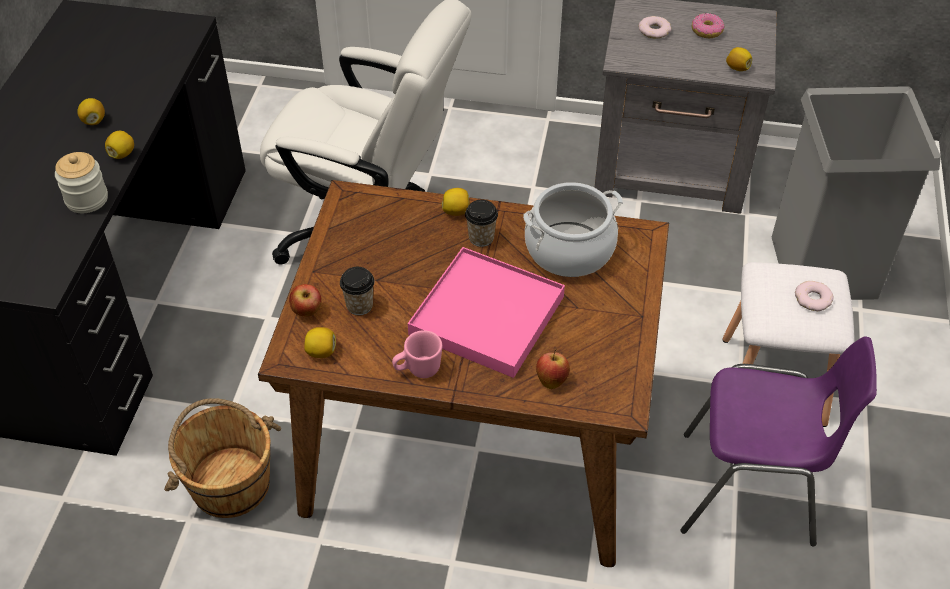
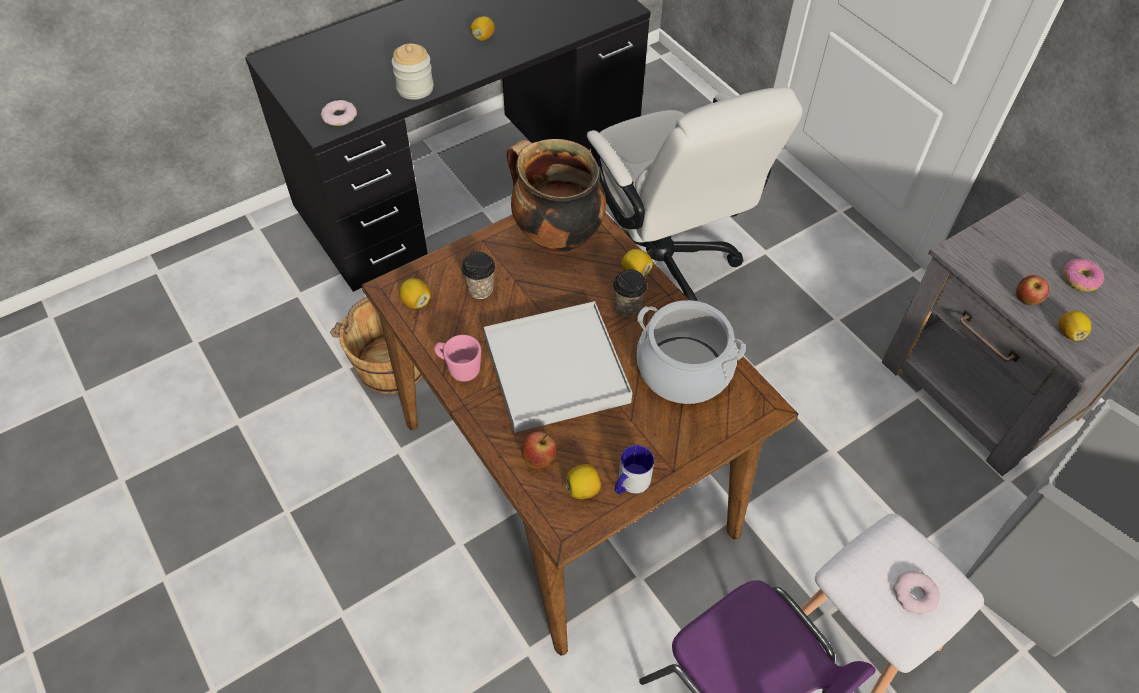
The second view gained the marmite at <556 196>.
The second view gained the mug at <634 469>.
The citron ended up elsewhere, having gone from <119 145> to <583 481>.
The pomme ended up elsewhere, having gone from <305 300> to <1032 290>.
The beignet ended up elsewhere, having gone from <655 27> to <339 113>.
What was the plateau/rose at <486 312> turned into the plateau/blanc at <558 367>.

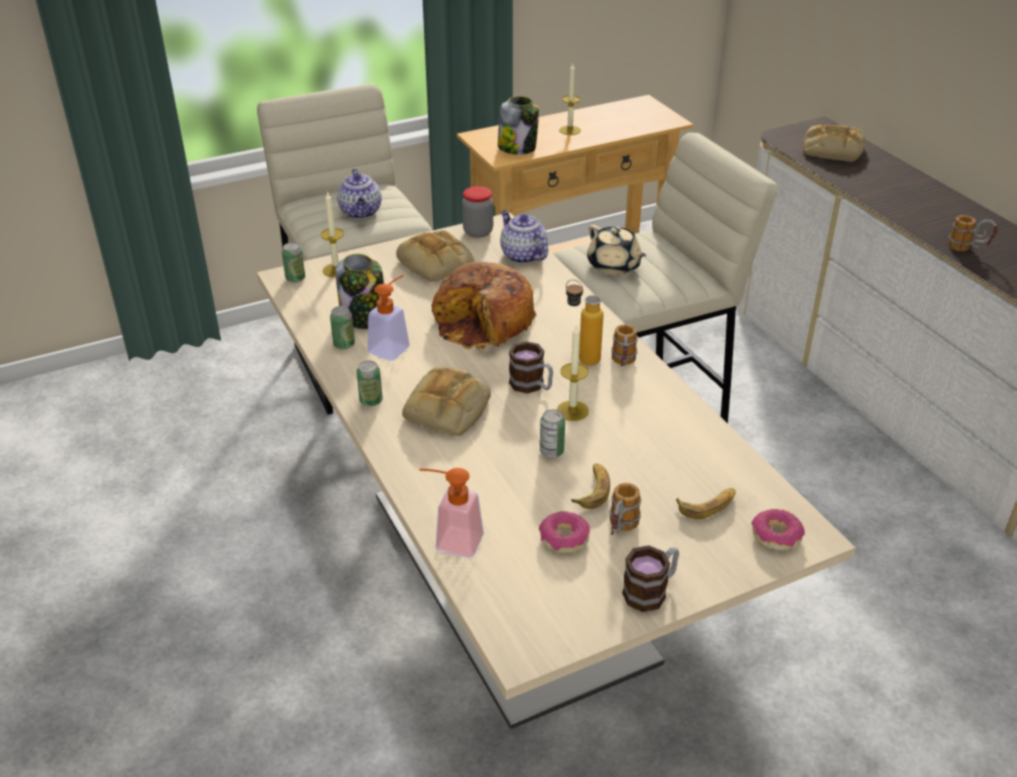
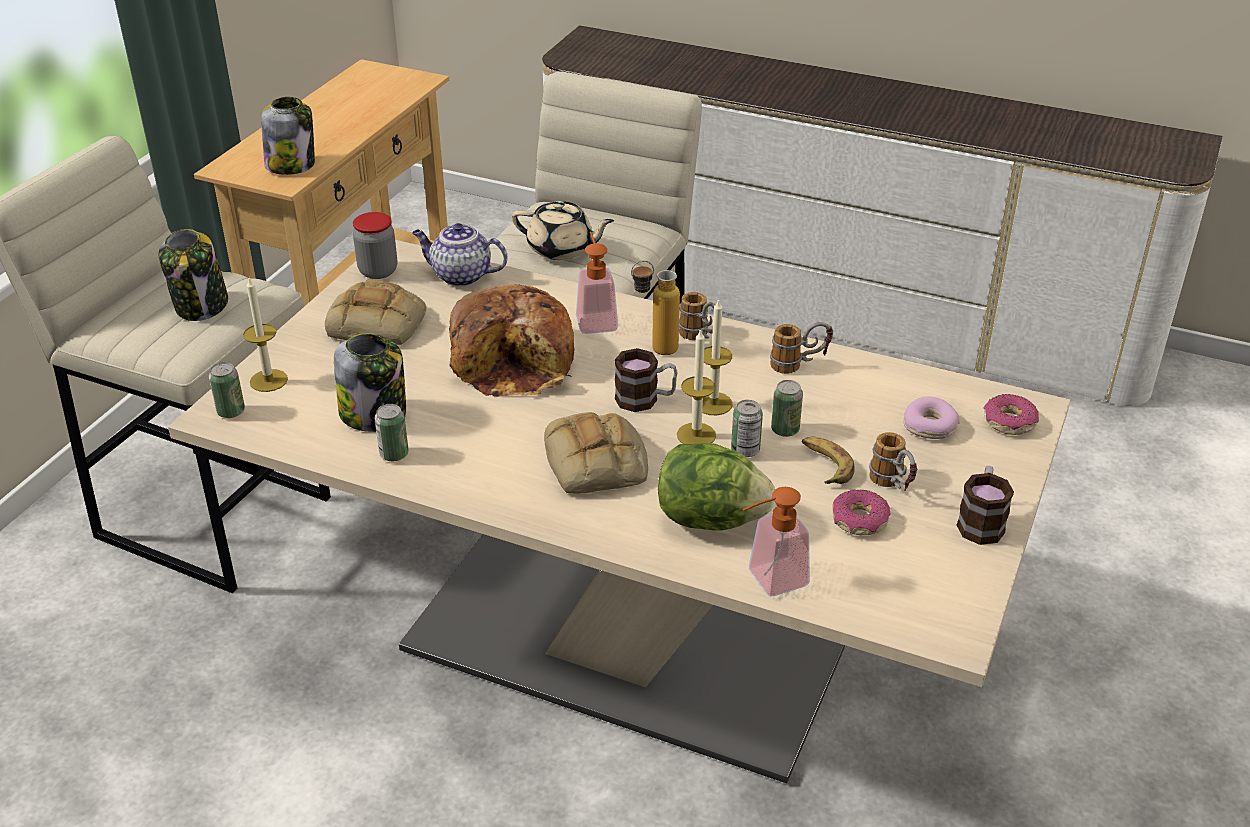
The second view lost the pain at <834 143>.
The second view gained the laitue at <716 486>.
The boîte métallique ended up elsewhere, having gone from <370 384> to <787 408>.
The distributeur de savon ended up elsewhere, having gone from <388 318> to <597 282>.
The bougie ended up elsewhere, having gone from <570 98> to <696 386>.
The mug ended up elsewhere, having gone from <973 233> to <801 348>.
Where the théière stood at <359 194>, the bocal came to stand at <193 275>.
Where the banane stood at <706 503>, the beignet came to stand at <931 417>.

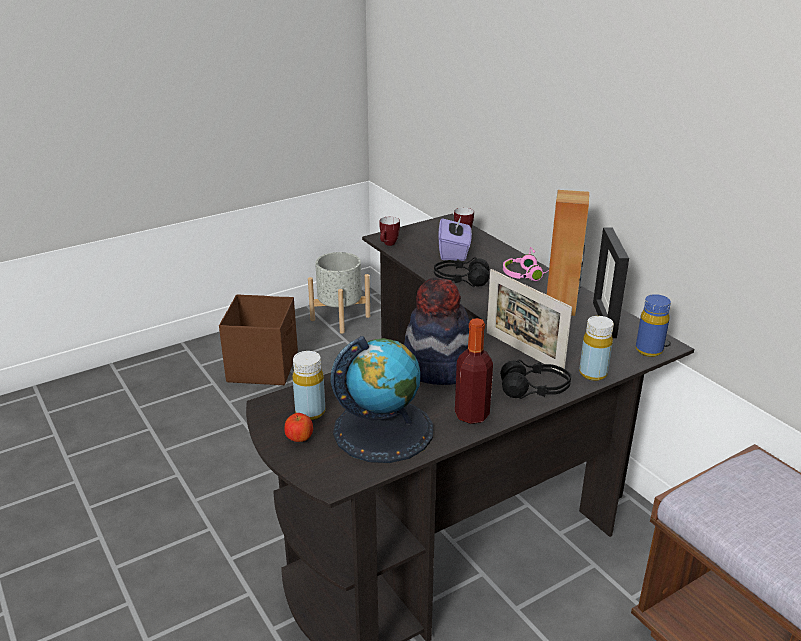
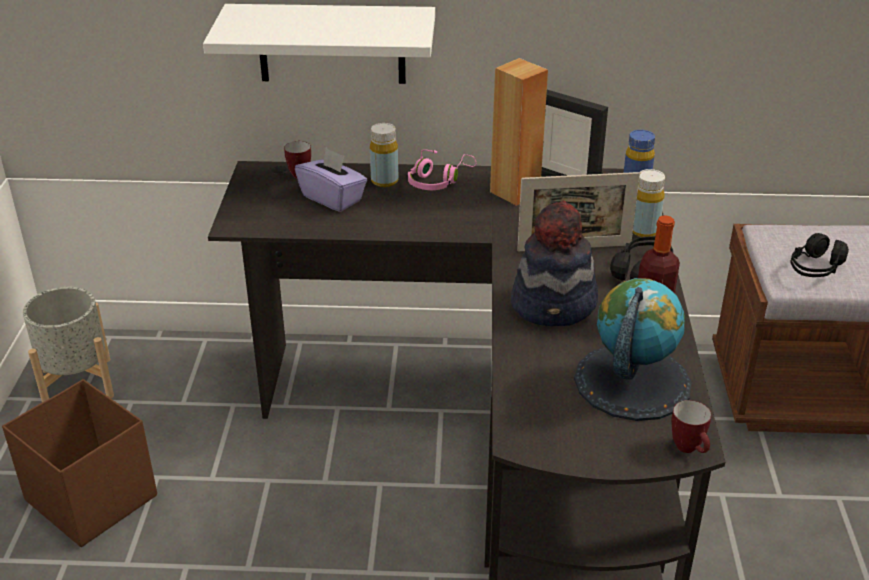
The second view lost the pomme at <298 427>.
The second view gained the étagère/blanc at <319 44>.
The bouteille/jaune ended up elsewhere, having gone from <309 385> to <384 155>.
The mug ended up elsewhere, having gone from <389 231> to <691 426>.
The casque audio/noir ended up elsewhere, having gone from <461 272> to <819 255>.

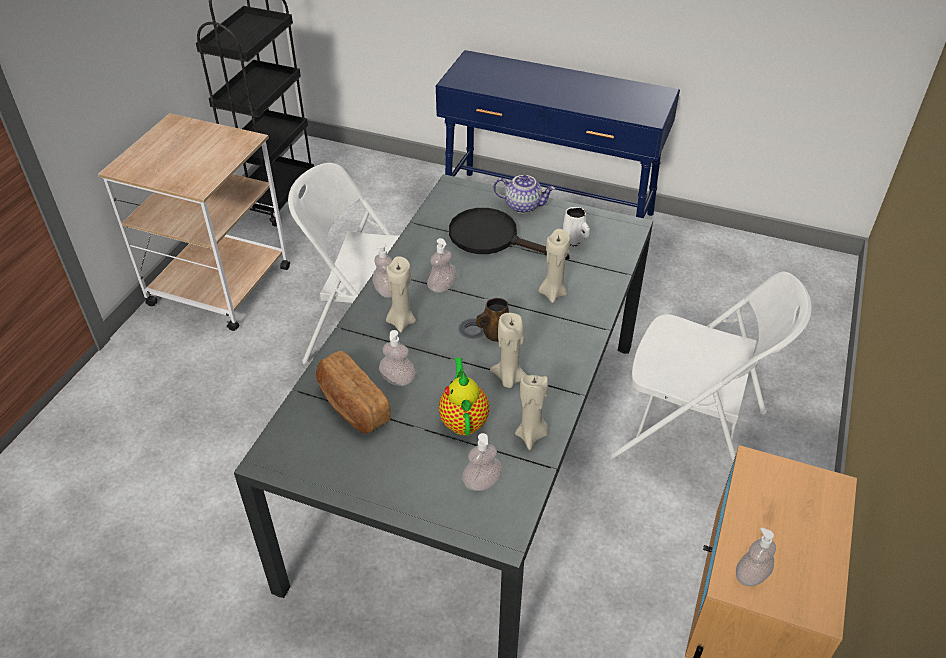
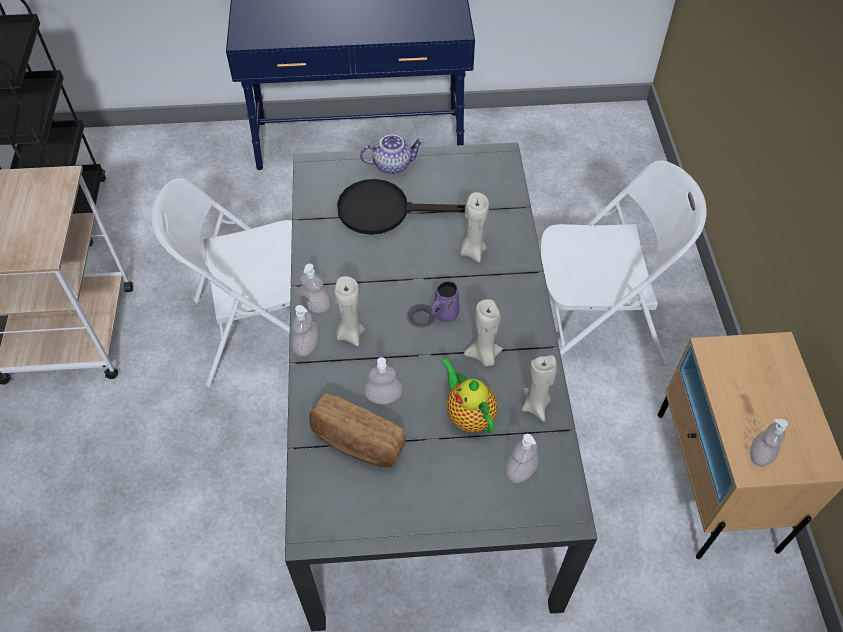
The second view lost the mug/blanc at <576 227>.
The distributeur de savon ended up elsewhere, having gone from <442 265> to <305 331>.
What was the mug/marron at <492 320> turned into the mug/violet at <445 301>.

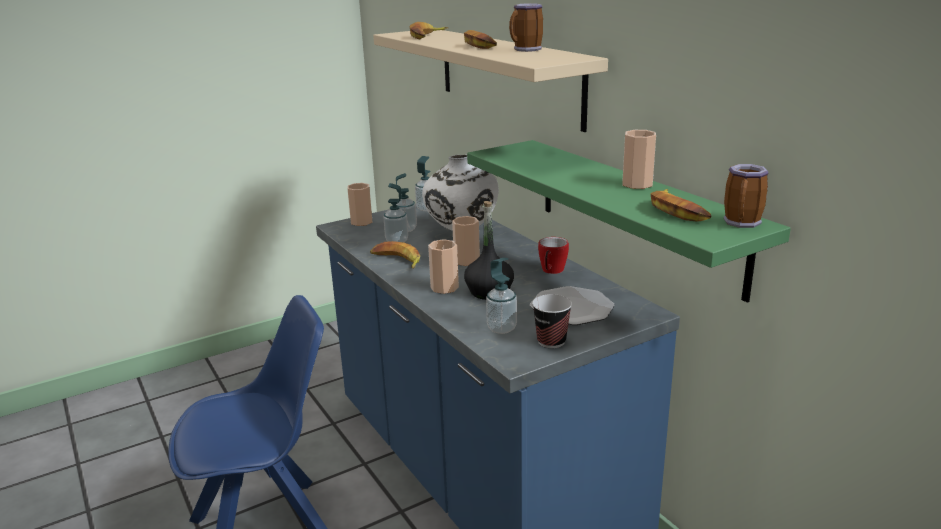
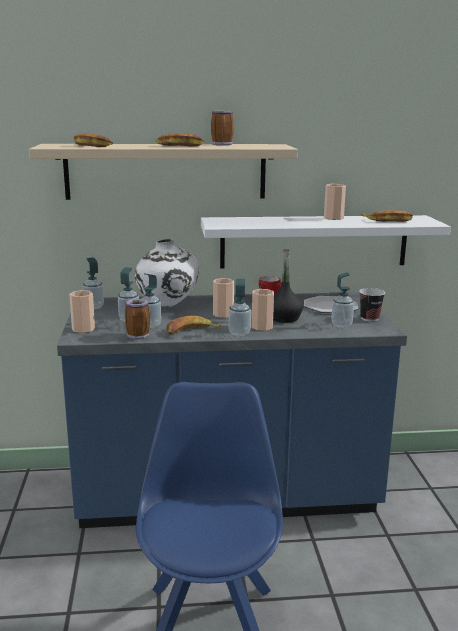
The second view gained the distributeur de savon at <240 307>.
The mug ended up elsewhere, having gone from <746 196> to <137 319>.
What was the étagère/vert at <629 221> turned into the étagère/blanc at <326 241>.

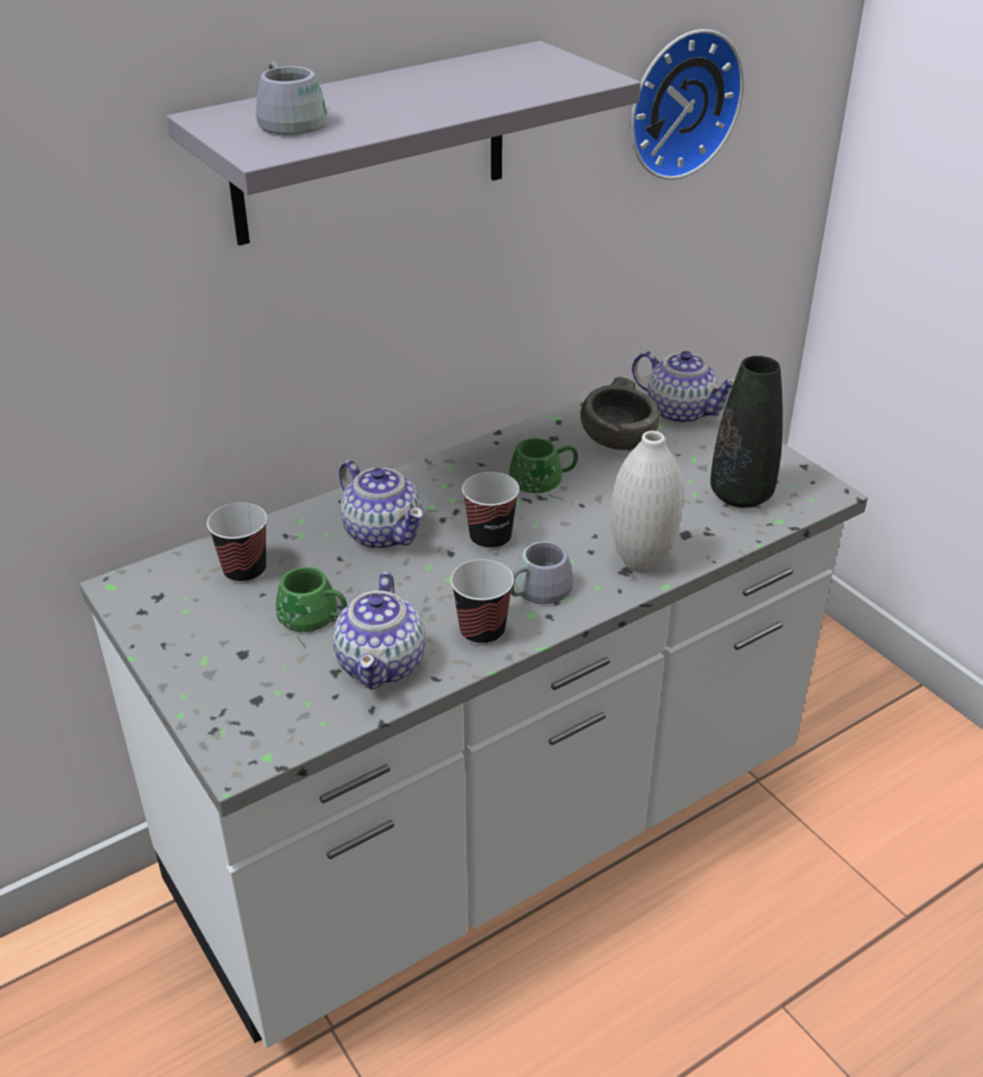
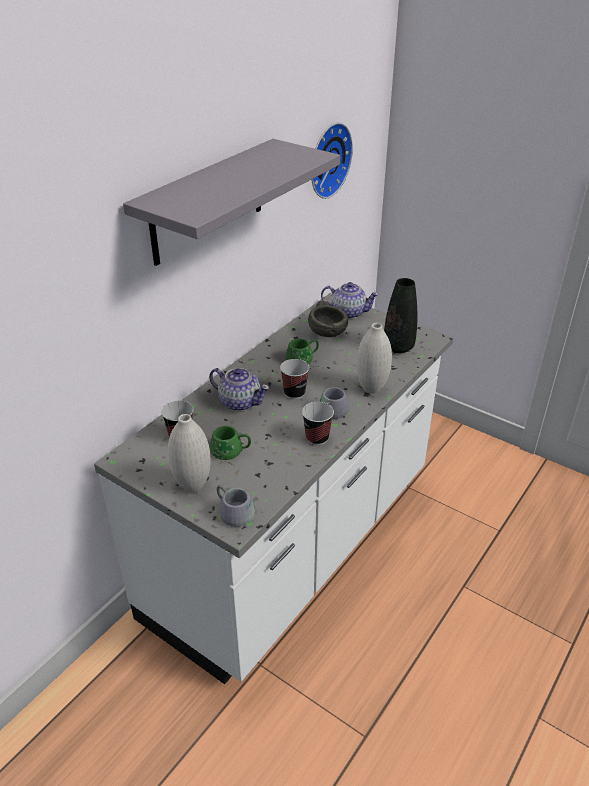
The second view lost the théière at <379 631>.
The second view gained the vase/blanc at <189 453>.
The mug/gris ended up elsewhere, having gone from <293 98> to <236 506>.

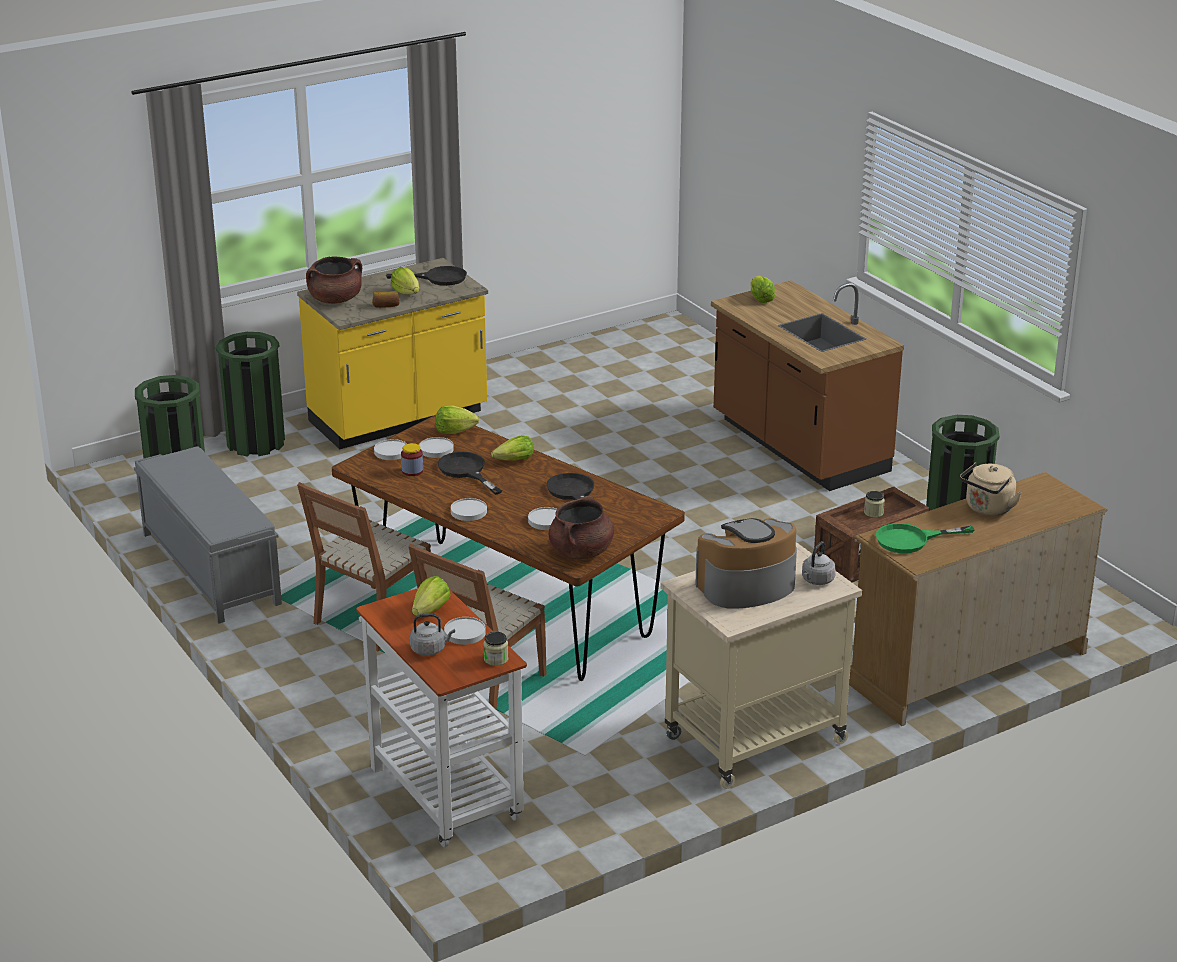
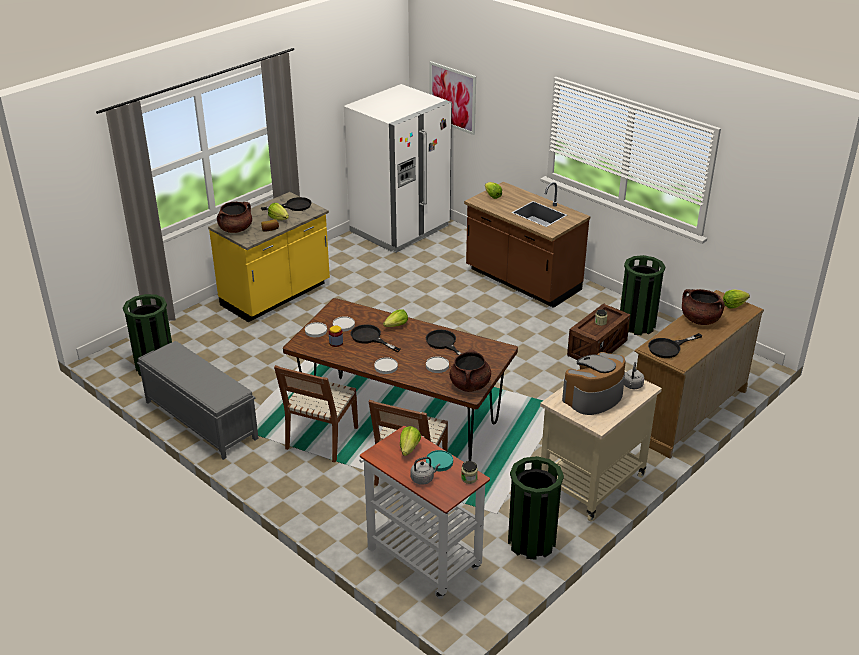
The second view gained the réfrigérateur/blanc at <398 168>.
The second view gained the tableau at <452 98>.
The poubelle/vert ended up elsewhere, having gone from <250 394> to <536 508>.
The laitue ended up elsewhere, having gone from <457 420> to <736 299>.
Where the bouilloire/beige stood at <991 489>, the marmite/marron came to stand at <703 307>.
What was the assiette/blanc at <465 631> turned into the assiette/turquoise at <439 460>.
What was the poêle/vert at <925 538> turned into the poêle/noir at <675 345>.

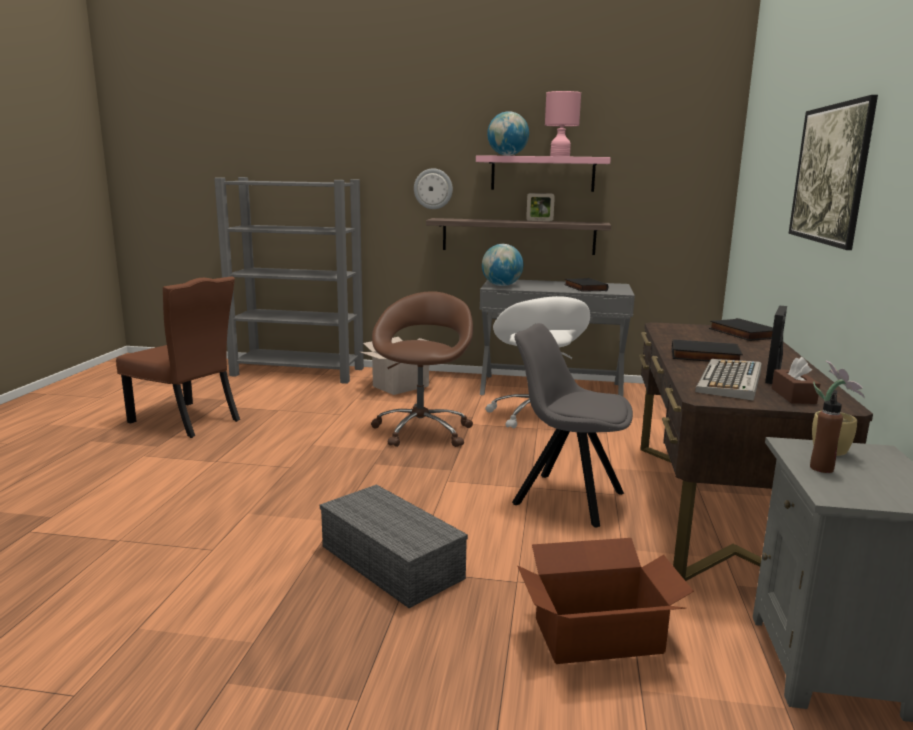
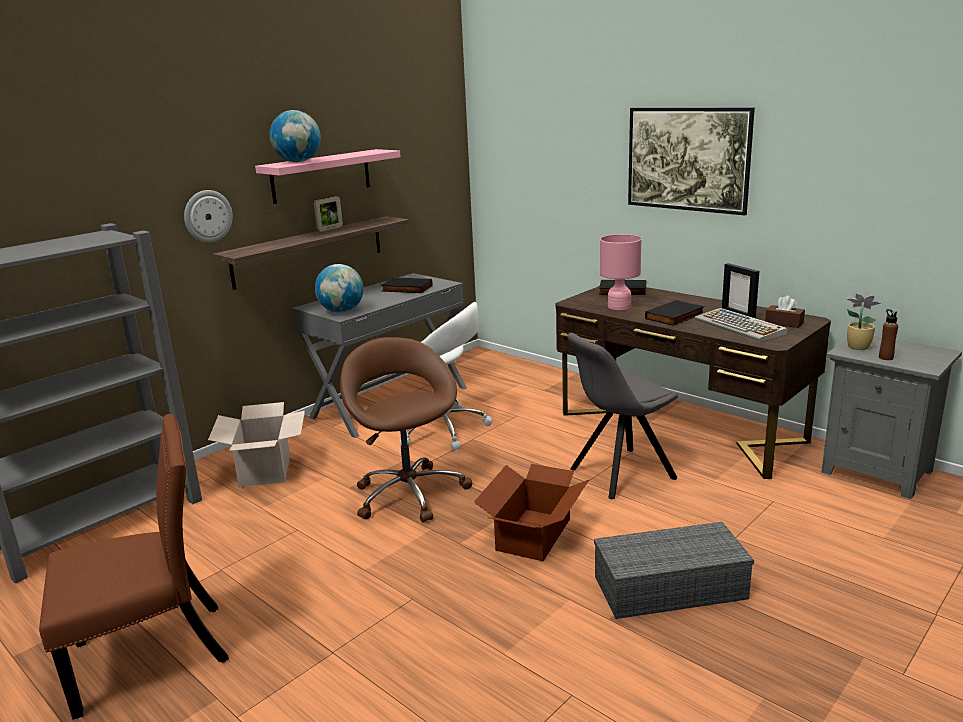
The carton ended up elsewhere, having gone from <605 601> to <531 512>.
The lampe de table/rose ended up elsewhere, having gone from <563 124> to <621 272>.

